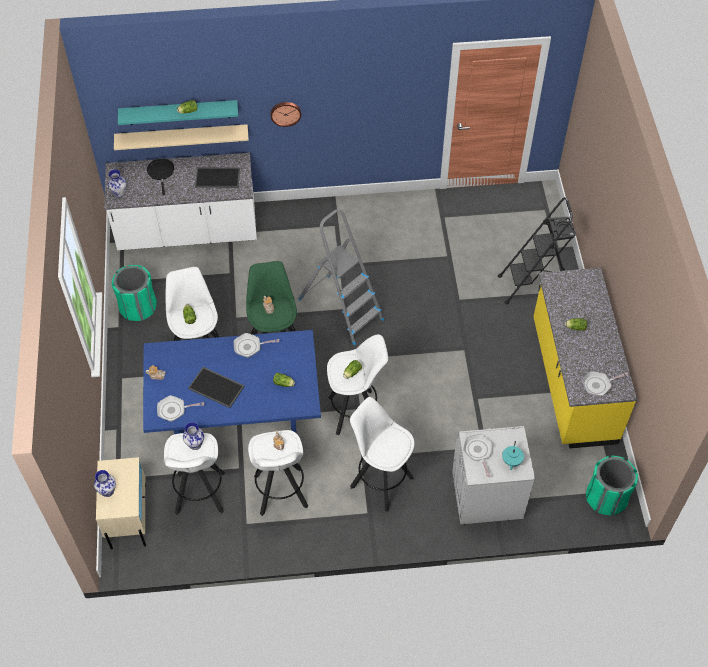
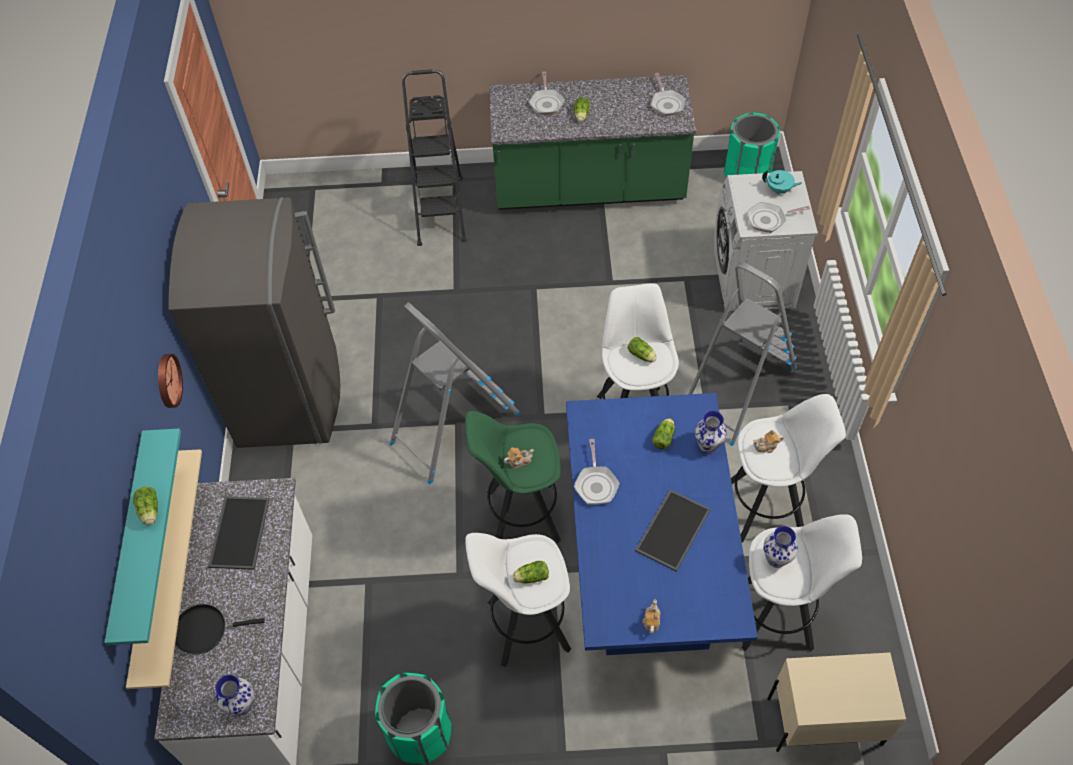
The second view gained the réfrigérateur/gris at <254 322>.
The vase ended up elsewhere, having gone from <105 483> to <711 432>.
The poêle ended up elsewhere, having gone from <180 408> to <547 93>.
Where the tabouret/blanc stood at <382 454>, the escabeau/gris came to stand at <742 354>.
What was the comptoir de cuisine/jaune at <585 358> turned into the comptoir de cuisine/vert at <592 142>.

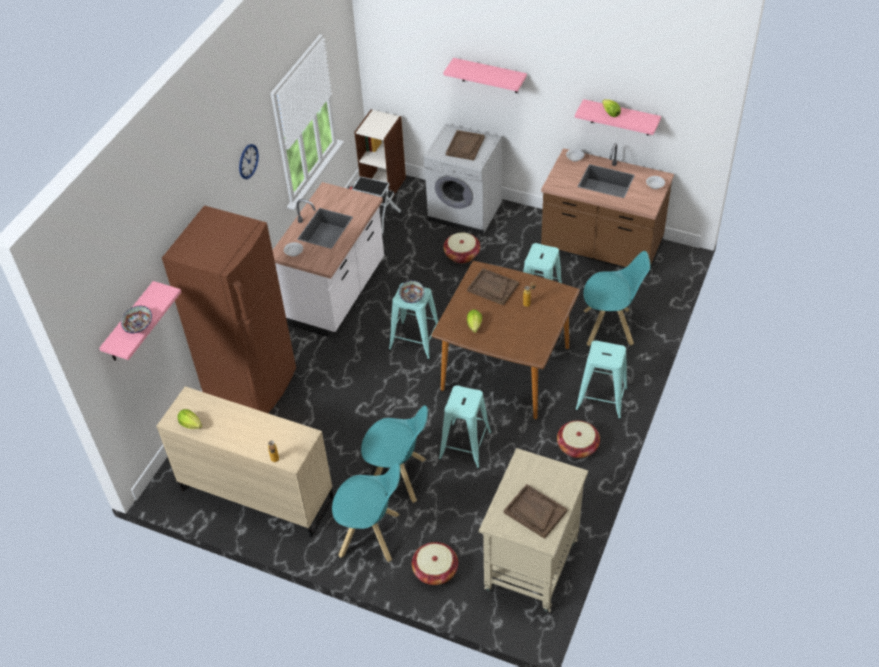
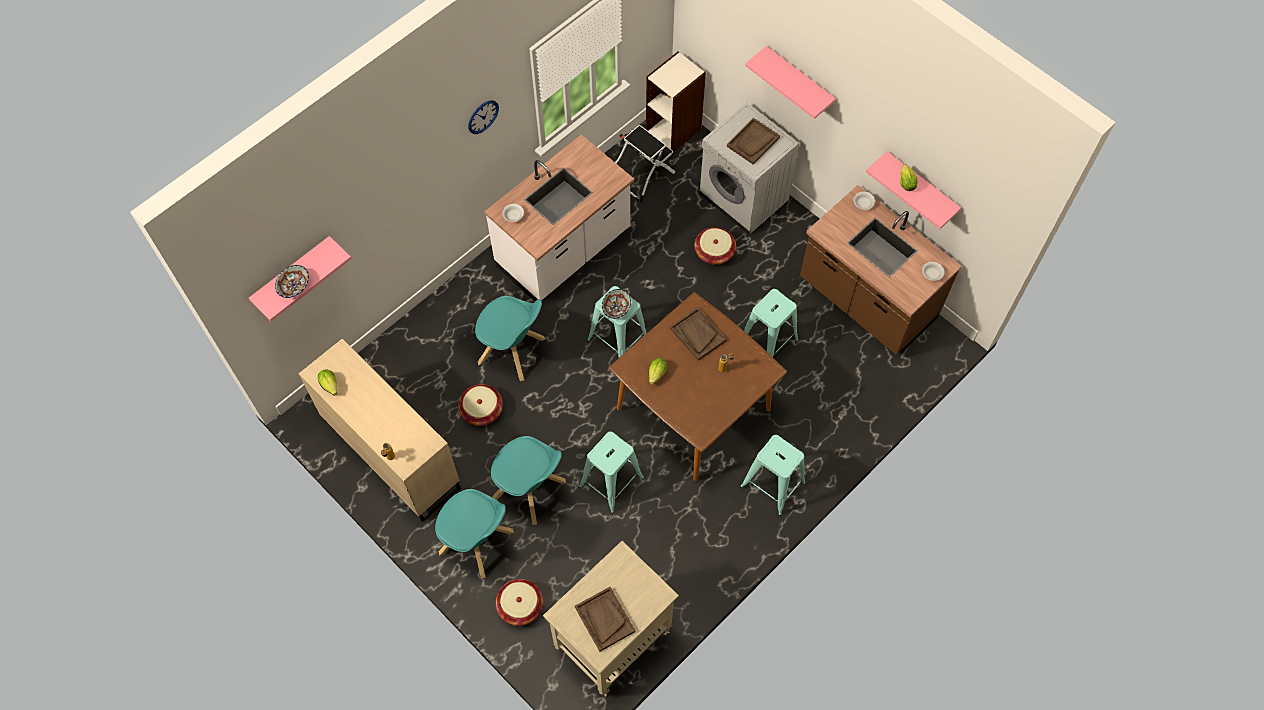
The second view lost the réfrigérateur/marron at <229 309>.
The panier ended up elsewhere, having gone from <578 439> to <480 405>.
The chaise/turquoise ended up elsewhere, having gone from <617 298> to <510 339>.

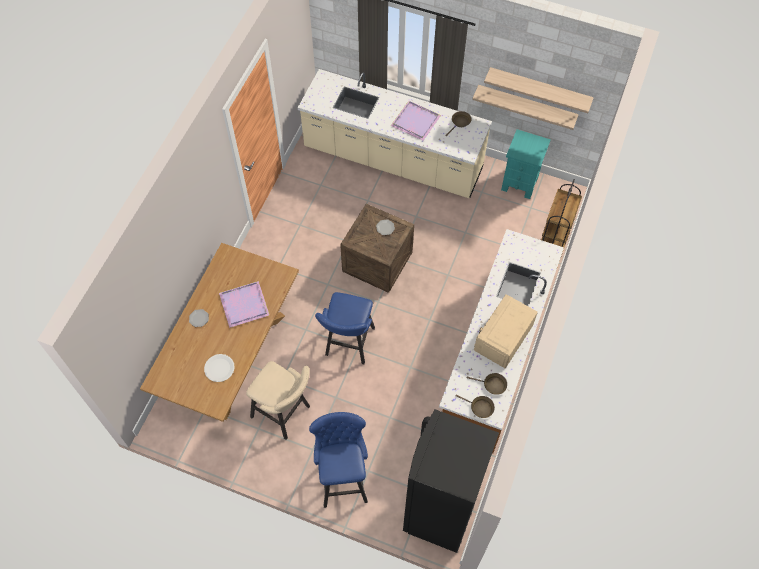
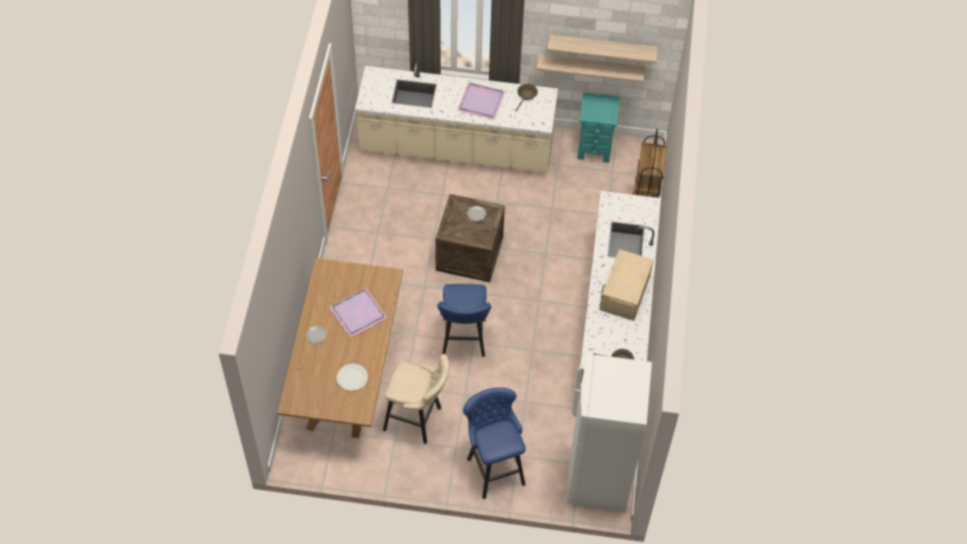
The second view lost the poêle/marron at <487 384>.
What was the réfrigérateur/noir at <451 481> turned into the réfrigérateur/blanc at <609 433>.

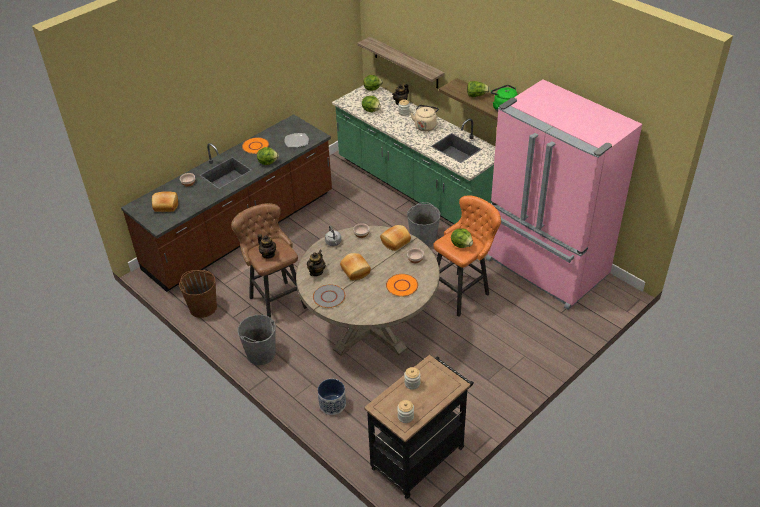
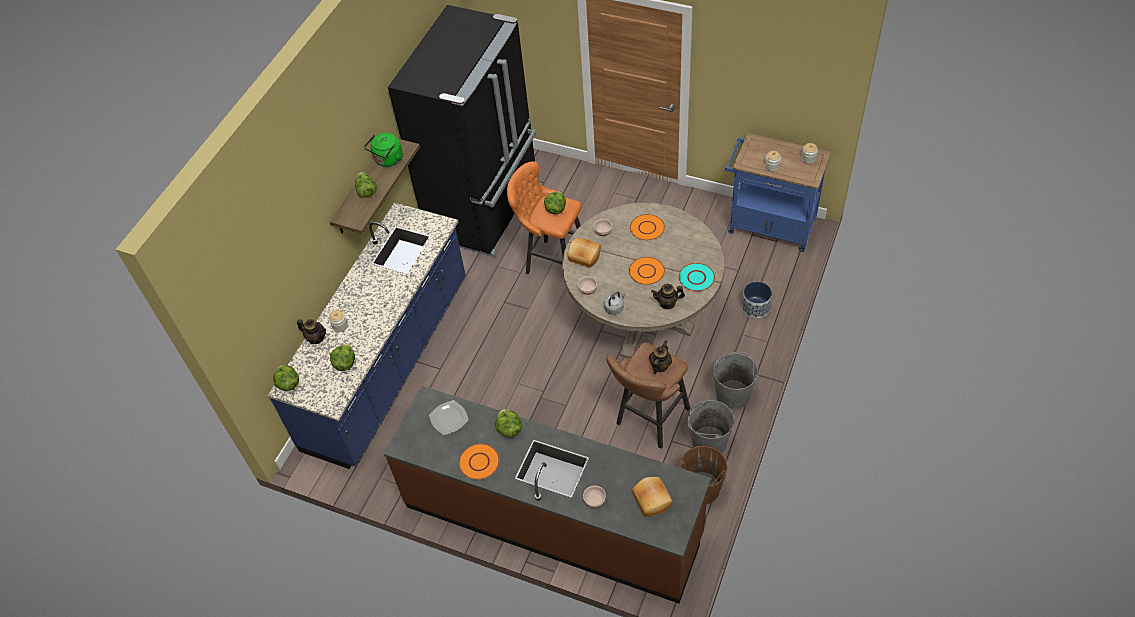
The second view lost the étagère at <400 62>.
The second view lost the bouilloire/beige at <424 118>.
The seau/gris ended up elsewhere, having gone from <424 224> to <710 427>.
Where the pain stood at <355 267>, the assiette/orange came to stand at <647 271>.
What was the assiette/gris at <329 296> turned into the assiette/turquoise at <696 277>.
What was the comptoir de cuisine/vert at <413 154> turned into the comptoir de cuisine/bleu at <367 336>.
What was the chariot/noir at <419 427> turned into the chariot/bleu at <778 192>.
What was the réfrigérateur/rose at <564 194> turned into the réfrigérateur/noir at <463 131>.

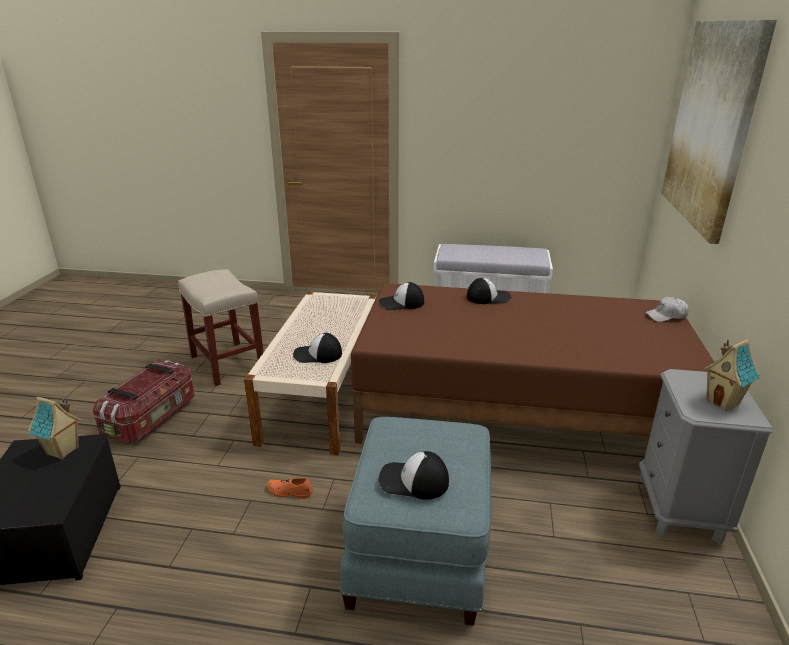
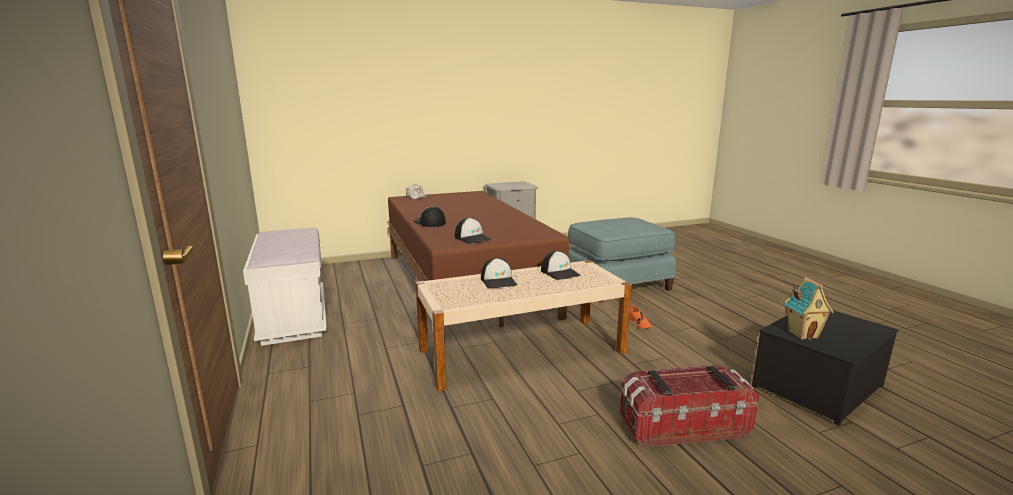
The second view lost the tabouret/beige at <221 327>.
The second view lost the tableau at <719 132>.
The second view lost the maison miniature at <732 374>.
The casquette ended up elsewhere, having gone from <414 475> to <499 273>.

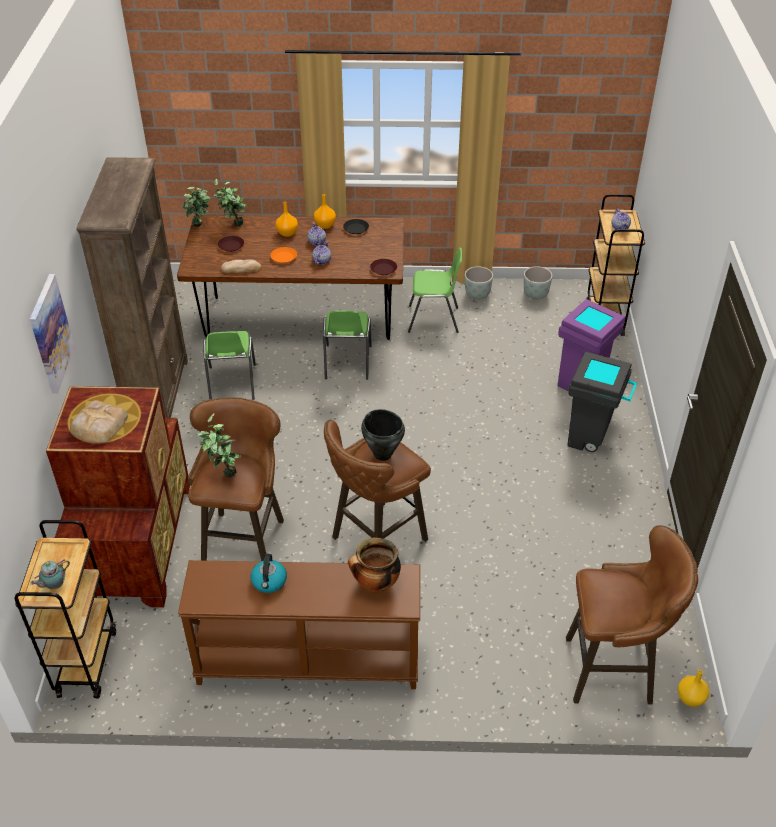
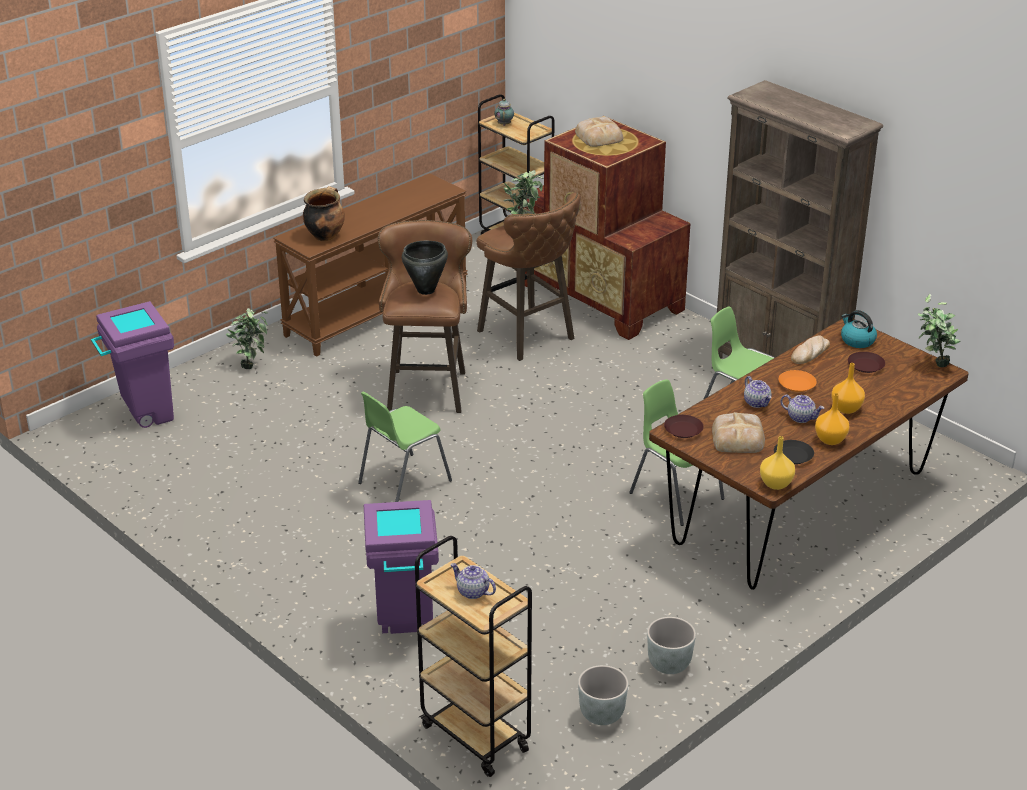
The second view lost the tableau at <52 334>.
The second view lost the poubelle/gris at <602 402>.
The second view gained the pain at <738 432>.
The plante en pot ended up elsewhere, having gone from <230 202> to <247 338>.
The bouilloire ended up elsewhere, having gone from <269 573> to <859 329>.
The chaise/vert ended up elsewhere, having gone from <435 290> to <405 447>.
The vase/jaune ended up elsewhere, having gone from <693 688> to <777 463>.
Where the tabouret/marron stood at <632 614>, the poubelle/violet came to stand at <132 364>.

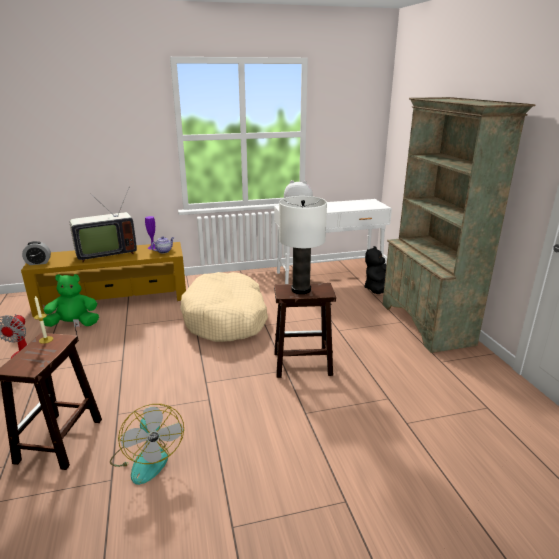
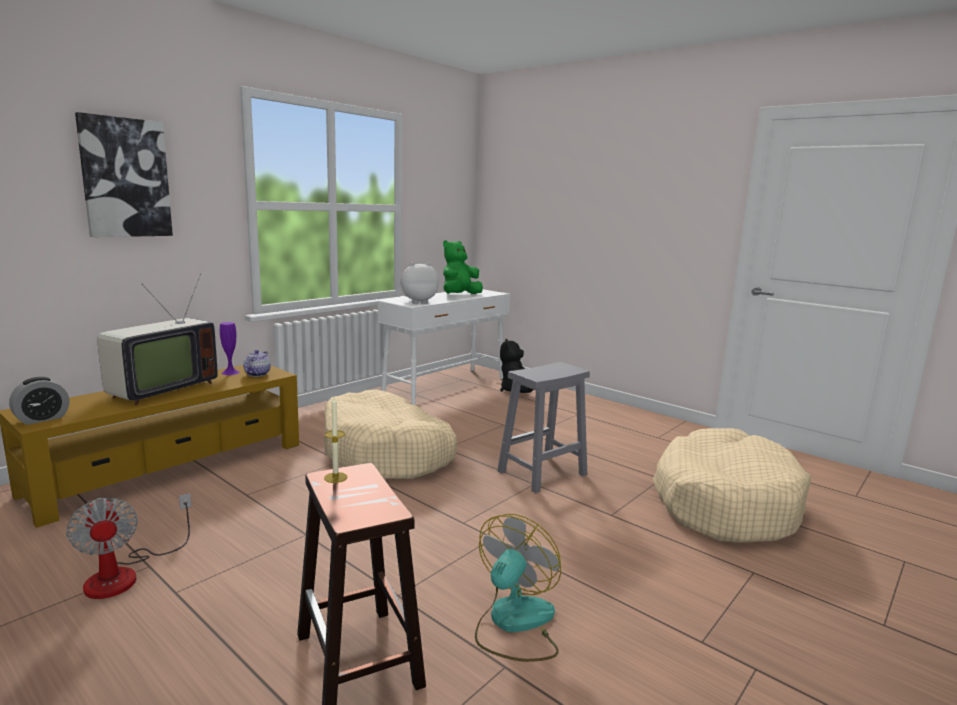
The second view lost the lampe de table/blanc at <303 245>.
The second view lost the bibliothèque/vert at <459 225>.
The second view gained the tableau at <124 174>.
The second view gained the panier pour chien/beige at <732 485>.
The peluche/vert ended up elsewhere, having gone from <71 300> to <463 267>.
What was the tabouret/marron at <305 330> turned into the tabouret/gris at <543 427>.
The ventilateur at <147 444> ended up facing another way, 90 degrees counterclockwise from before.

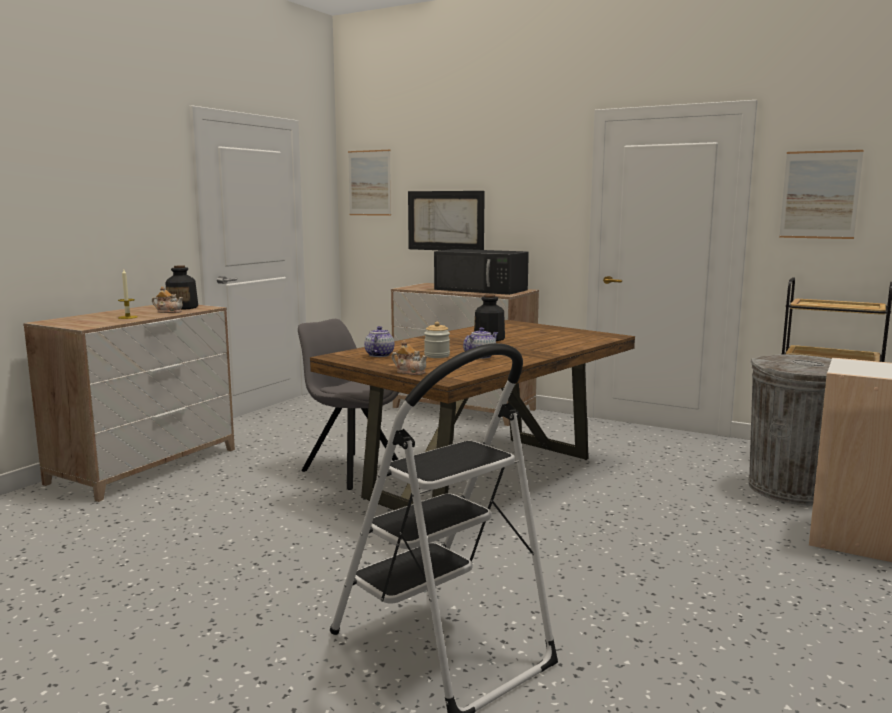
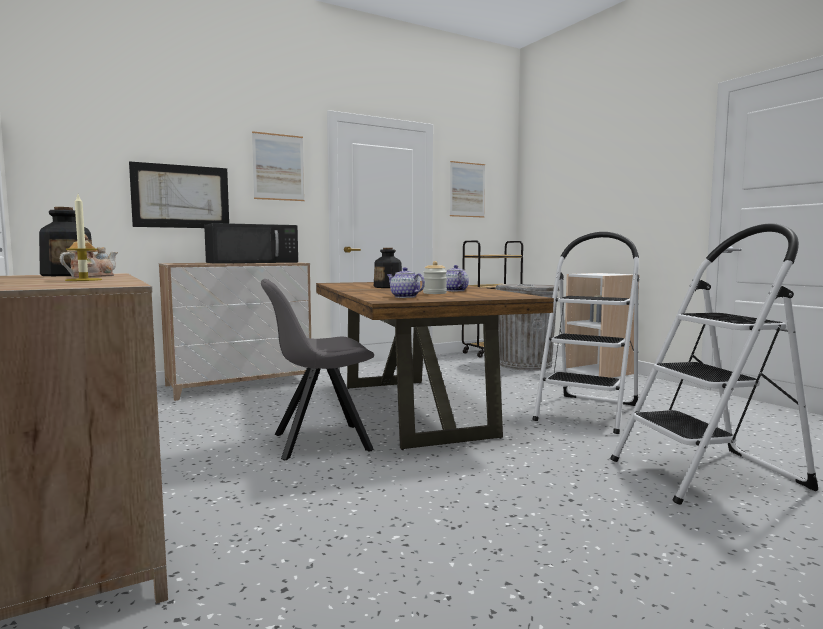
The second view lost the théière at <410 357>.
The second view gained the escabeau at <585 333>.
The tableau ended up elsewhere, having gone from <369 183> to <278 166>.

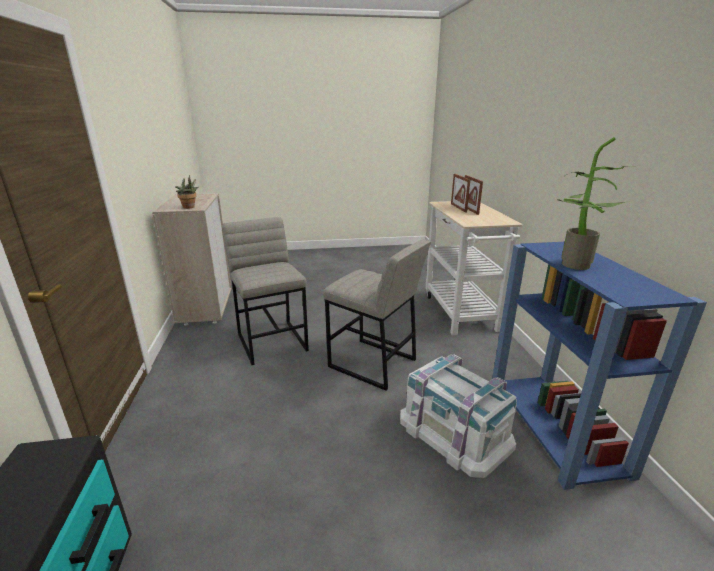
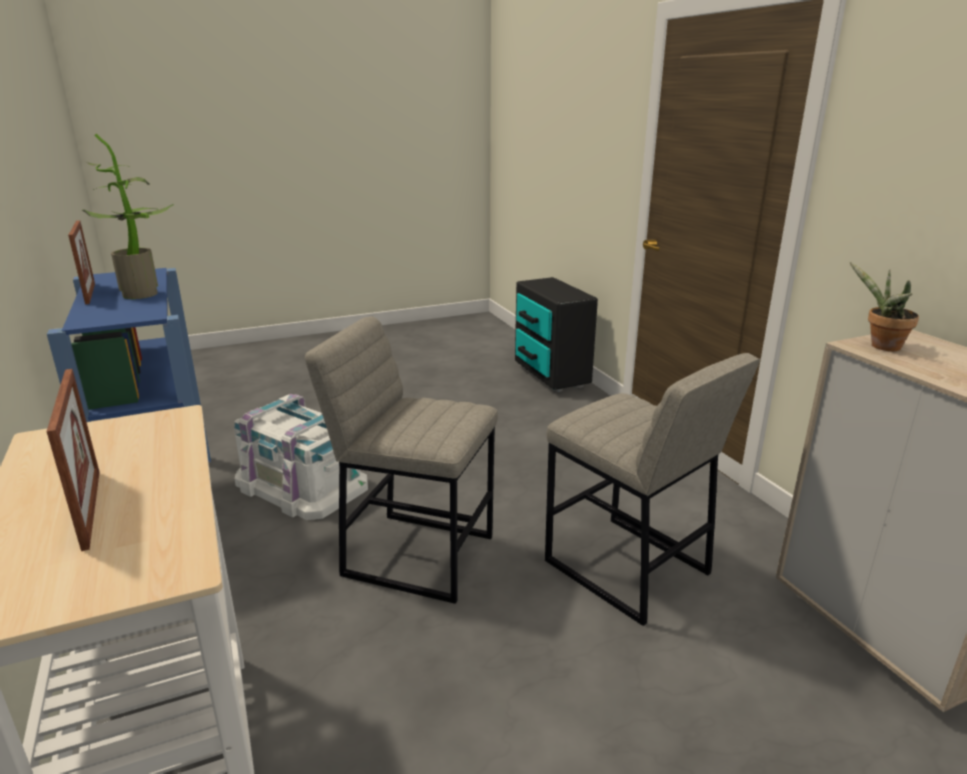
The cadre photo ended up elsewhere, having gone from <460 193> to <81 262>.

